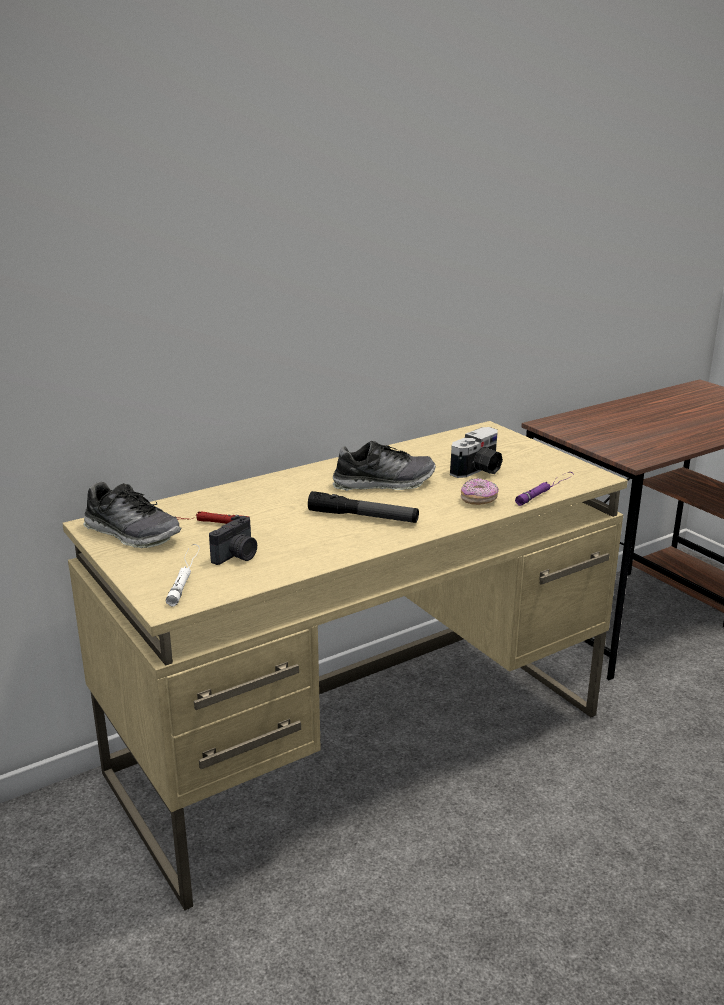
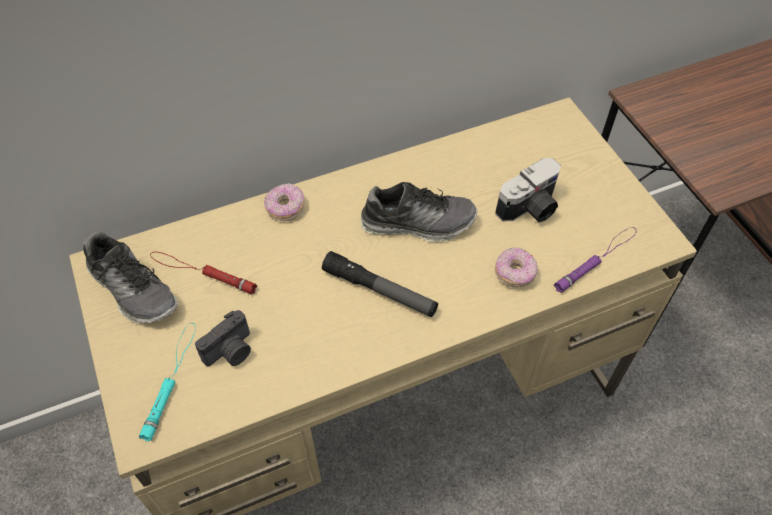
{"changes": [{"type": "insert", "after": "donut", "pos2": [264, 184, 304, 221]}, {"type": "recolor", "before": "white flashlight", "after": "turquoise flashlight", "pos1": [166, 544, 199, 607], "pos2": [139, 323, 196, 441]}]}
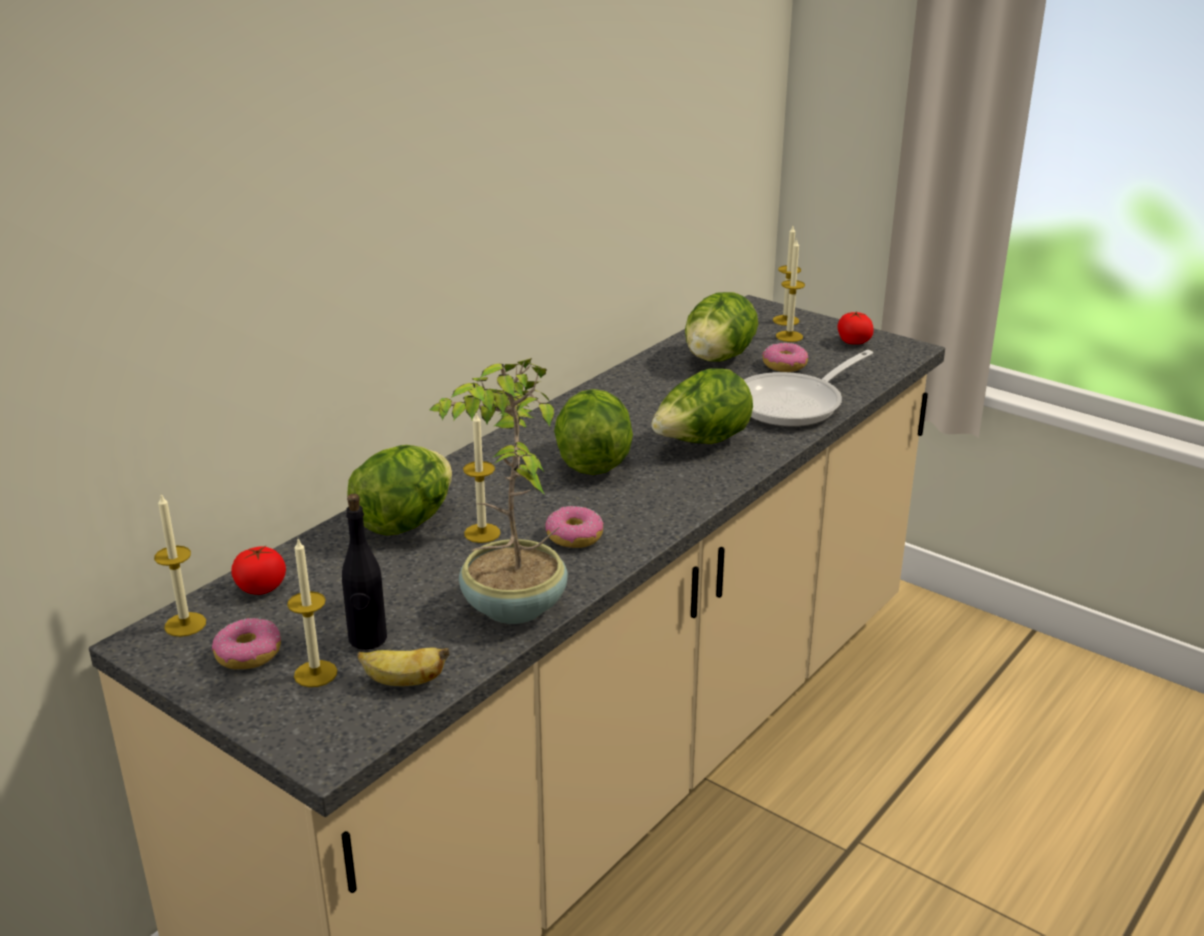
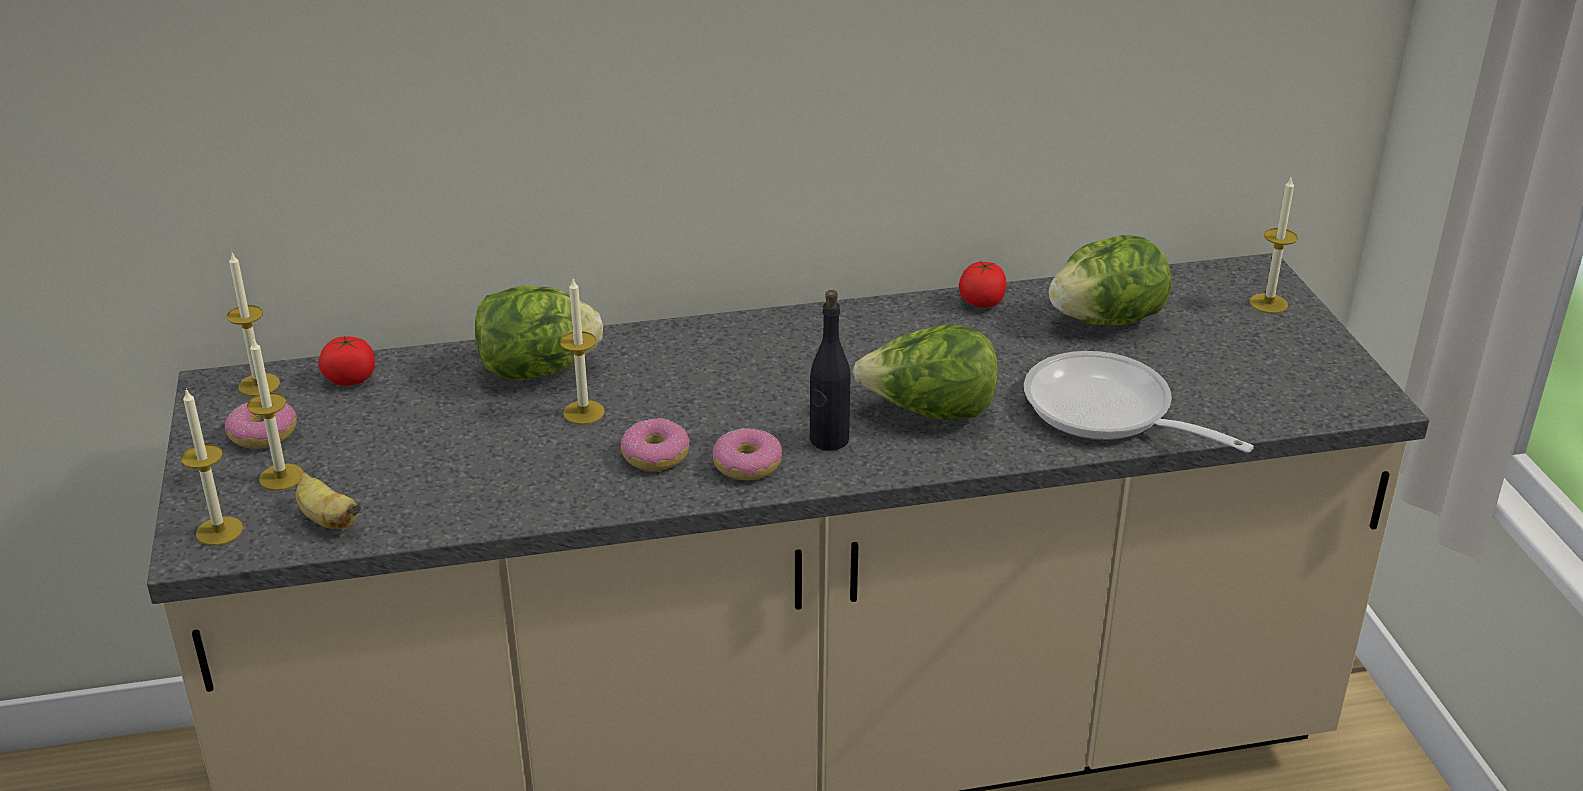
{"changes": [{"type": "delete", "before": "potted plant", "pos1": [429, 358, 568, 624]}, {"type": "delete", "before": "lettuce", "pos1": [554, 389, 633, 475]}, {"type": "move", "before": "black bottle", "pos1": [342, 494, 387, 650], "pos2": [810, 290, 851, 451]}, {"type": "move", "before": "donut", "pos1": [762, 343, 808, 372], "pos2": [712, 428, 782, 480]}, {"type": "move", "before": "candle", "pos1": [776, 239, 805, 342], "pos2": [181, 388, 243, 545]}, {"type": "move", "before": "tomato", "pos1": [838, 311, 874, 344], "pos2": [959, 260, 1007, 308]}, {"type": "rotate", "before": "frying pan", "pos1": [744, 350, 873, 427], "pos2": [1024, 351, 1254, 453], "turn": 45}]}
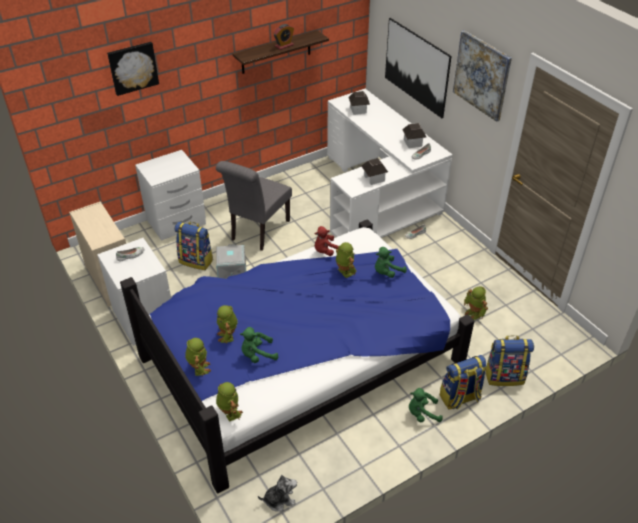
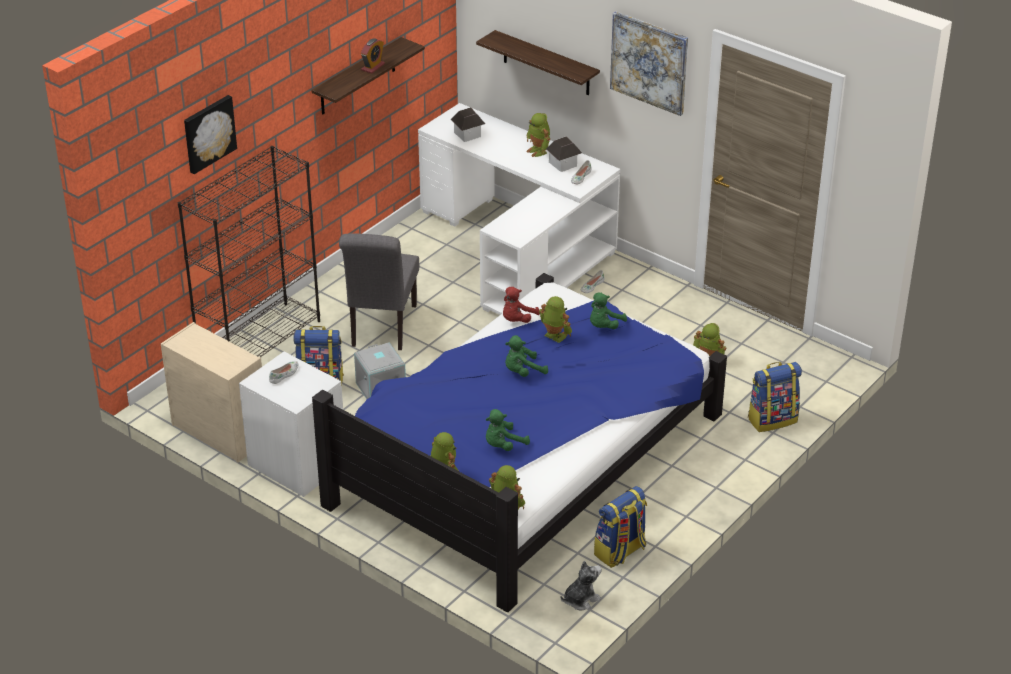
{"changes": [{"type": "delete", "before": "toy house", "pos1": [361, 158, 388, 185]}, {"type": "move", "before": "toy robot", "pos1": [217, 305, 238, 344], "pos2": [526, 113, 550, 157]}, {"type": "move", "before": "green plush toy", "pos1": [409, 388, 443, 422], "pos2": [505, 335, 548, 377]}, {"type": "move", "before": "backpack", "pos1": [440, 355, 487, 409], "pos2": [594, 486, 647, 568]}, {"type": "replace", "before": "white nightstand", "after": "black bookcase", "pos1": [135, 150, 206, 241], "pos2": [178, 146, 320, 357]}, {"type": "replace", "before": "picture", "after": "shelf", "pos1": [385, 18, 452, 118], "pos2": [476, 30, 600, 95]}]}
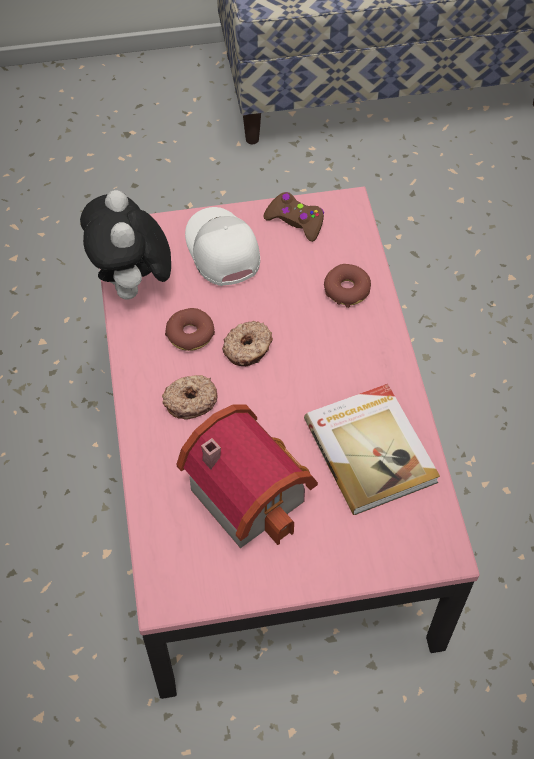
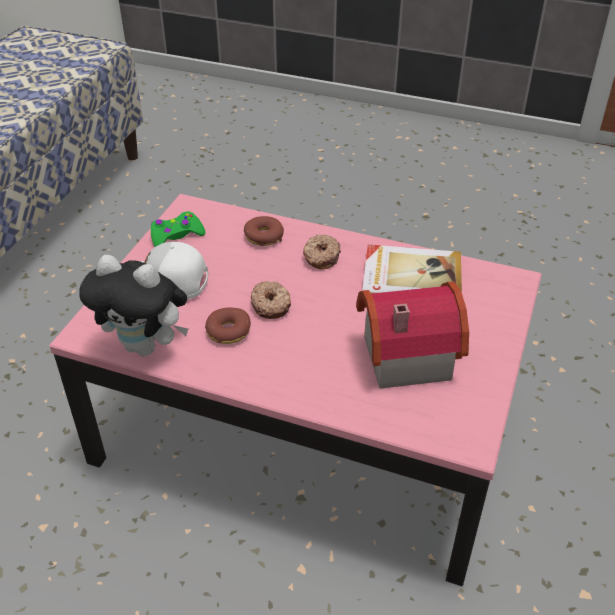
{"changes": [{"type": "move", "before": "donut", "pos1": [162, 375, 217, 420], "pos2": [303, 235, 341, 269]}, {"type": "recolor", "before": "brown game controller", "after": "green game controller", "pos1": [263, 192, 324, 242], "pos2": [151, 211, 205, 247]}]}
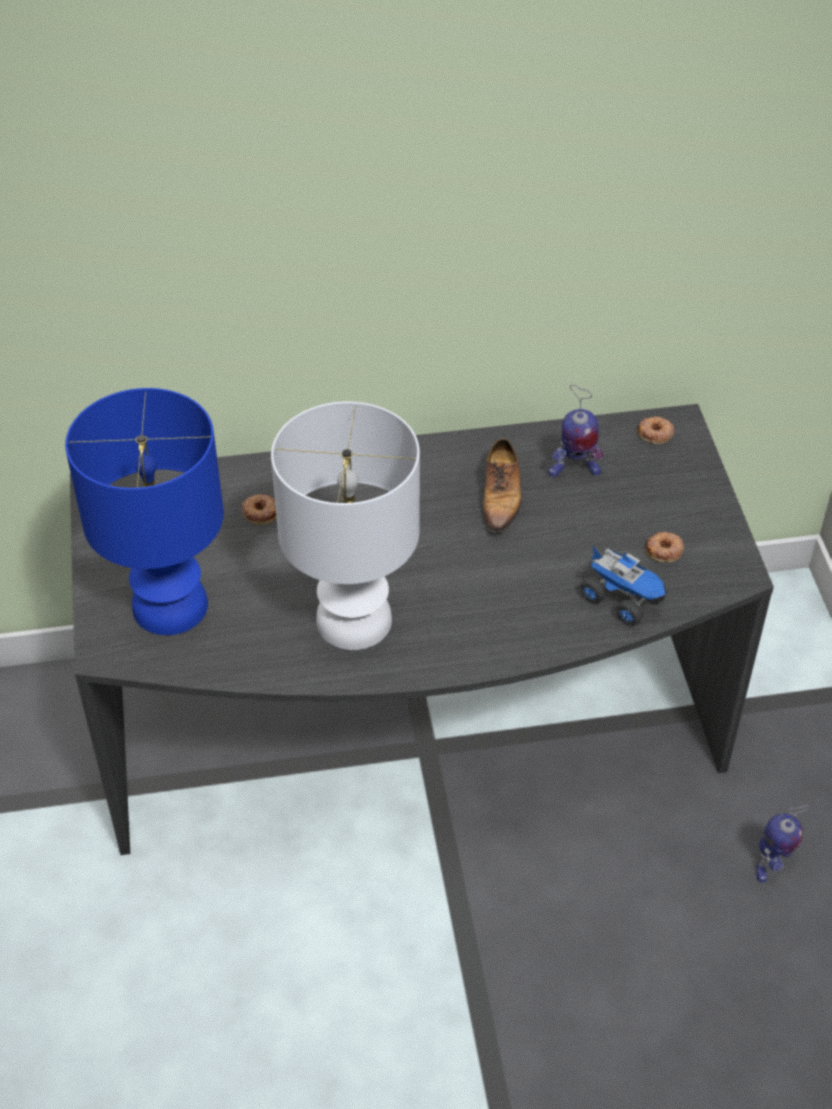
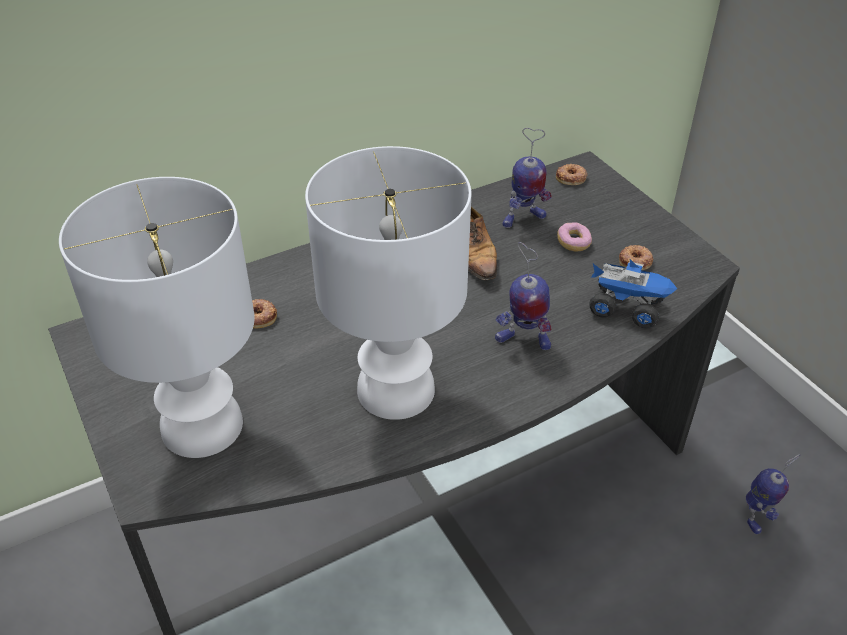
{"changes": [{"type": "insert", "after": "toy robot", "pos2": [495, 242, 551, 350]}, {"type": "insert", "after": "donut", "pos2": [557, 222, 592, 252]}, {"type": "recolor", "before": "blue table lamp", "after": "white table lamp", "pos1": [65, 388, 224, 635], "pos2": [59, 177, 255, 458]}]}
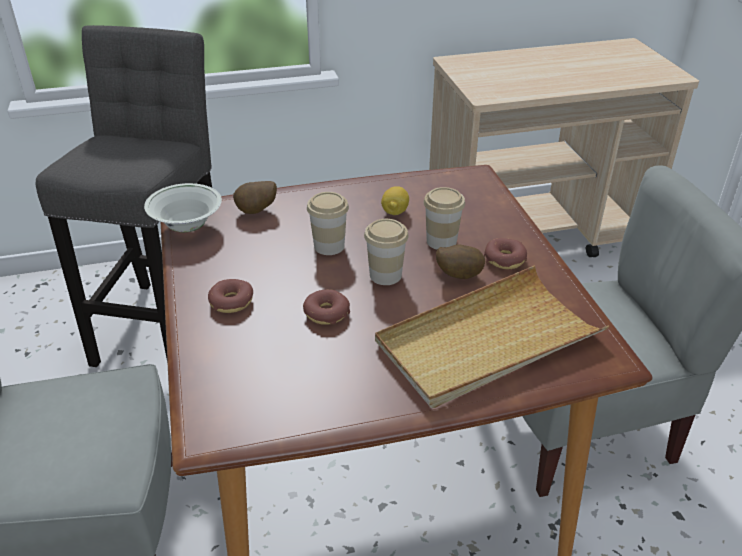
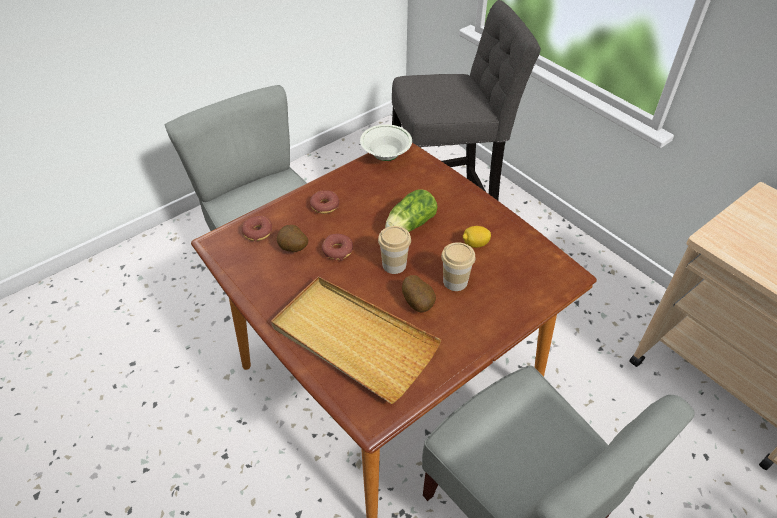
{"changes": [{"type": "move", "before": "potato", "pos1": [233, 181, 277, 214], "pos2": [277, 225, 308, 252]}, {"type": "move", "before": "donut", "pos1": [484, 238, 527, 269], "pos2": [242, 216, 272, 241]}, {"type": "replace", "before": "cup", "after": "lettuce", "pos1": [307, 192, 349, 255], "pos2": [385, 190, 438, 232]}]}
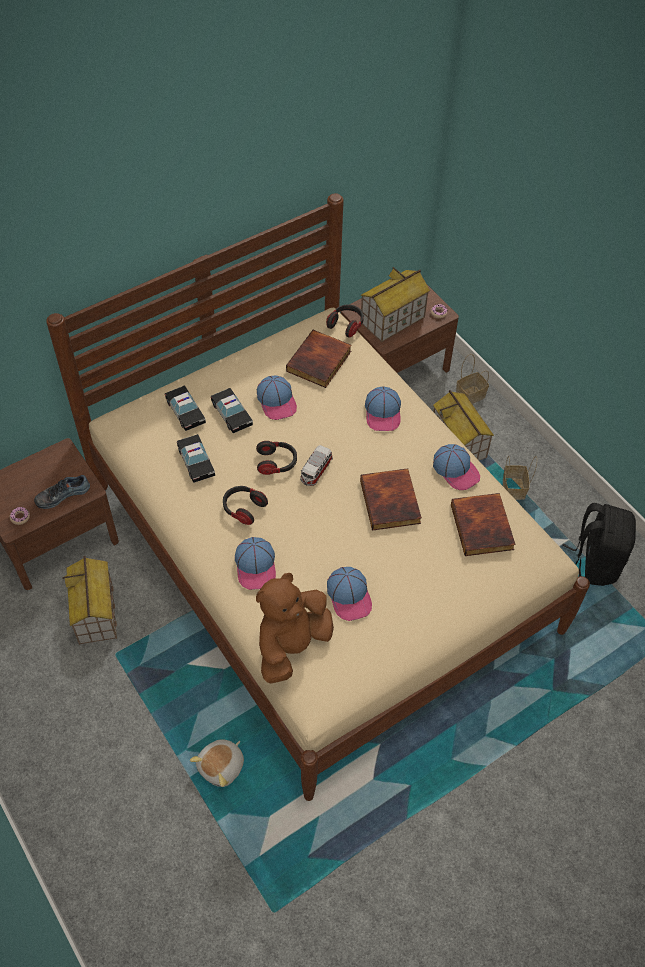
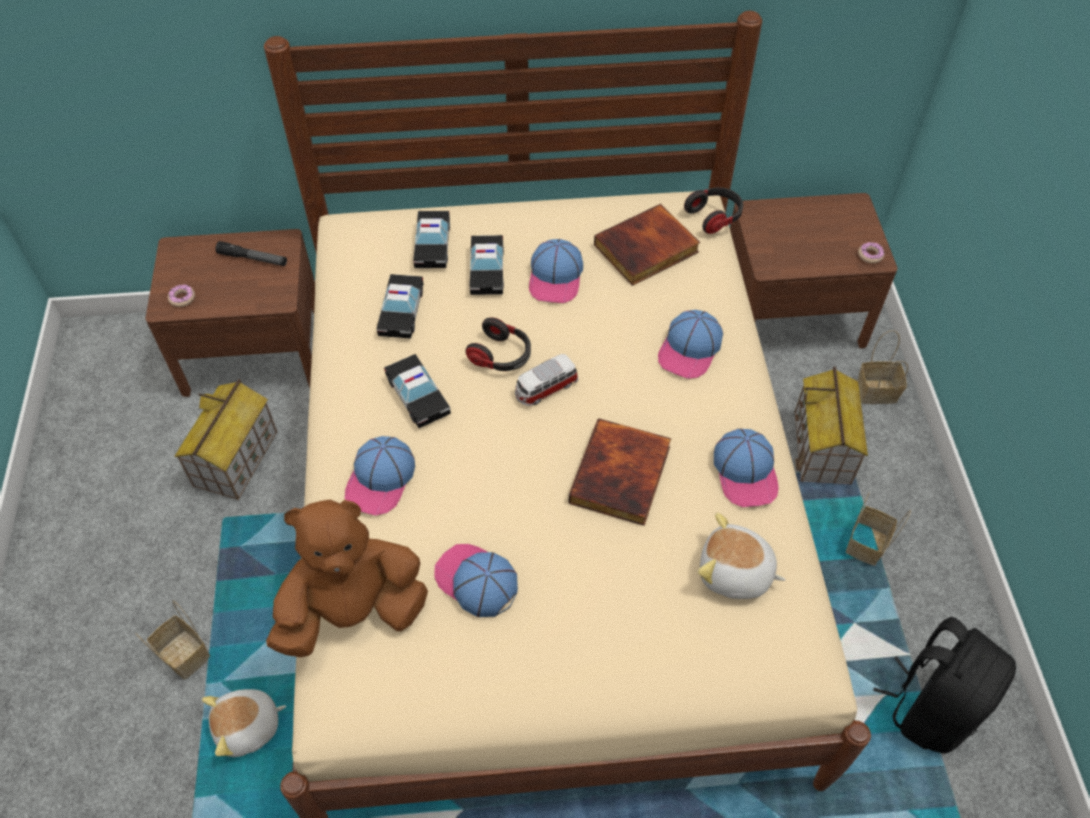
{"changes": [{"type": "delete", "before": "shoe", "pos1": [34, 475, 90, 509]}, {"type": "delete", "before": "toy house", "pos1": [360, 267, 430, 342]}, {"type": "insert", "after": "basket", "pos2": [135, 601, 210, 680]}, {"type": "insert", "after": "flashlight", "pos2": [215, 241, 287, 266]}, {"type": "replace", "before": "headphones", "after": "toy car", "pos1": [223, 486, 268, 525], "pos2": [384, 354, 451, 428]}, {"type": "replace", "before": "book", "after": "plush toy", "pos1": [451, 493, 516, 556], "pos2": [698, 513, 786, 599]}, {"type": "rotate", "before": "cap", "pos1": [327, 567, 372, 621], "pos2": [434, 544, 518, 617], "turn": 120}]}
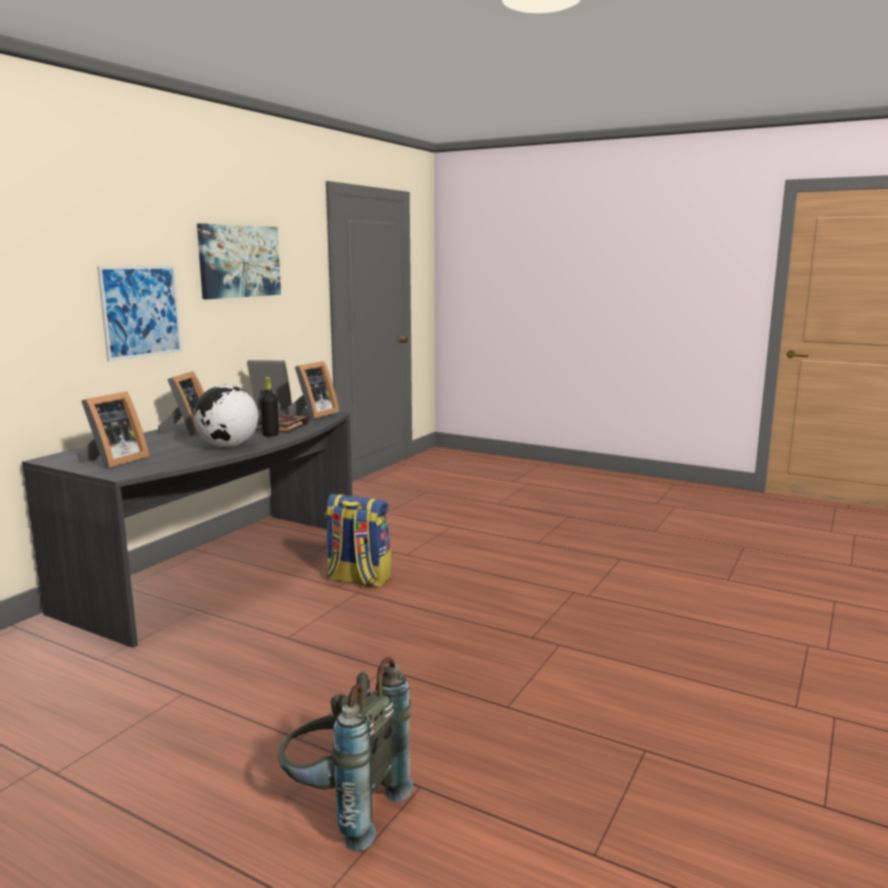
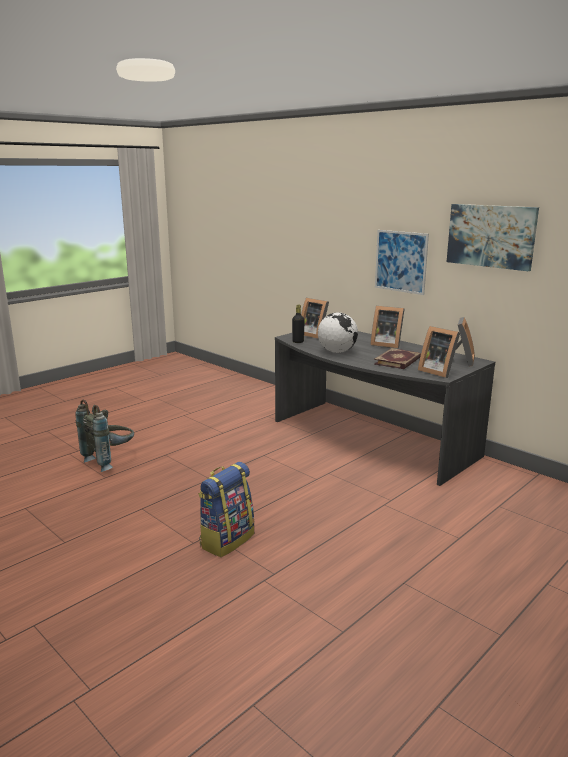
{"changes": [{"type": "move", "before": "black bottle", "pos1": [260, 377, 279, 437], "pos2": [292, 305, 305, 343]}, {"type": "move", "before": "backpack", "pos1": [325, 494, 391, 588], "pos2": [198, 462, 254, 557]}]}
